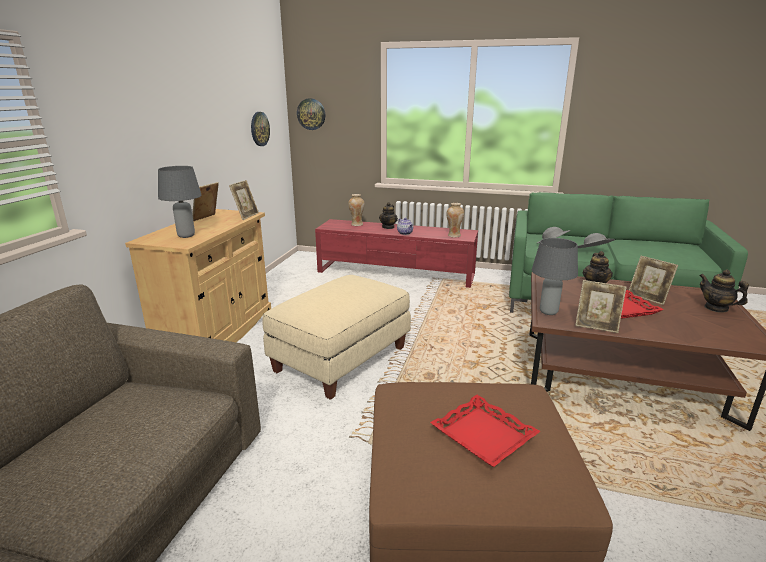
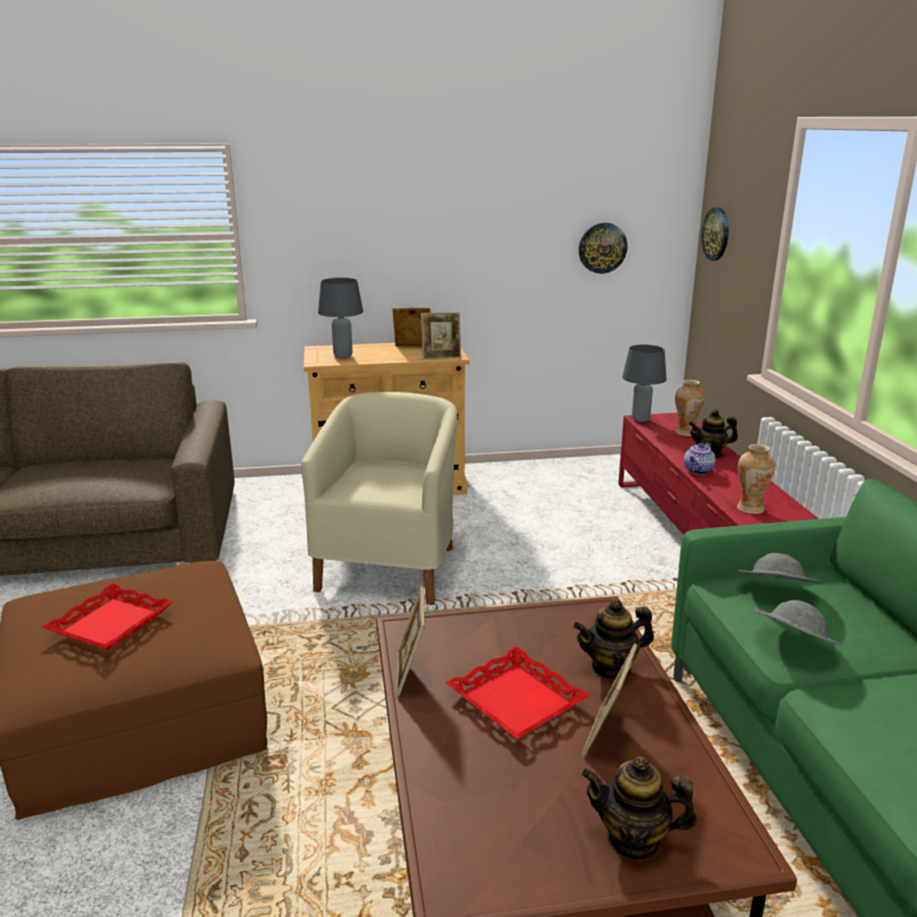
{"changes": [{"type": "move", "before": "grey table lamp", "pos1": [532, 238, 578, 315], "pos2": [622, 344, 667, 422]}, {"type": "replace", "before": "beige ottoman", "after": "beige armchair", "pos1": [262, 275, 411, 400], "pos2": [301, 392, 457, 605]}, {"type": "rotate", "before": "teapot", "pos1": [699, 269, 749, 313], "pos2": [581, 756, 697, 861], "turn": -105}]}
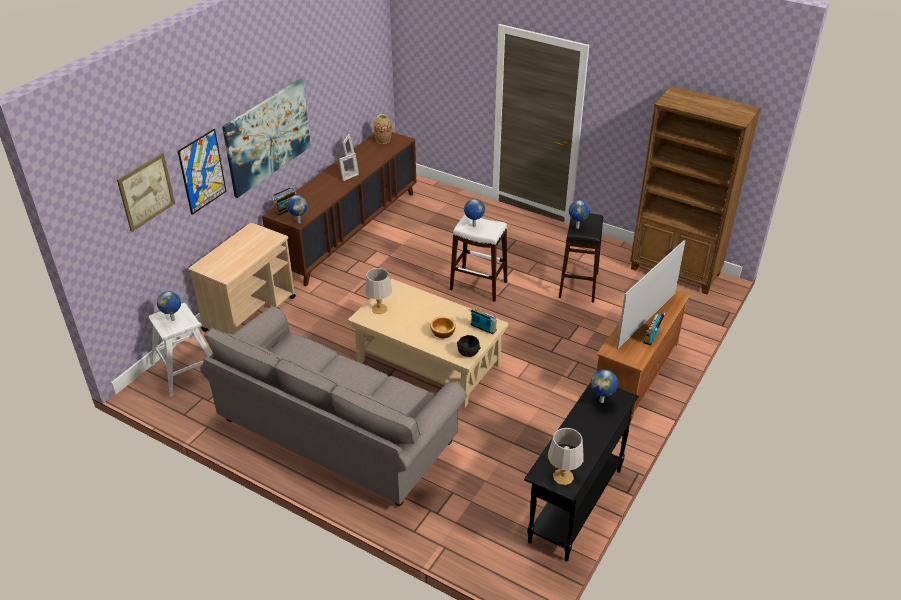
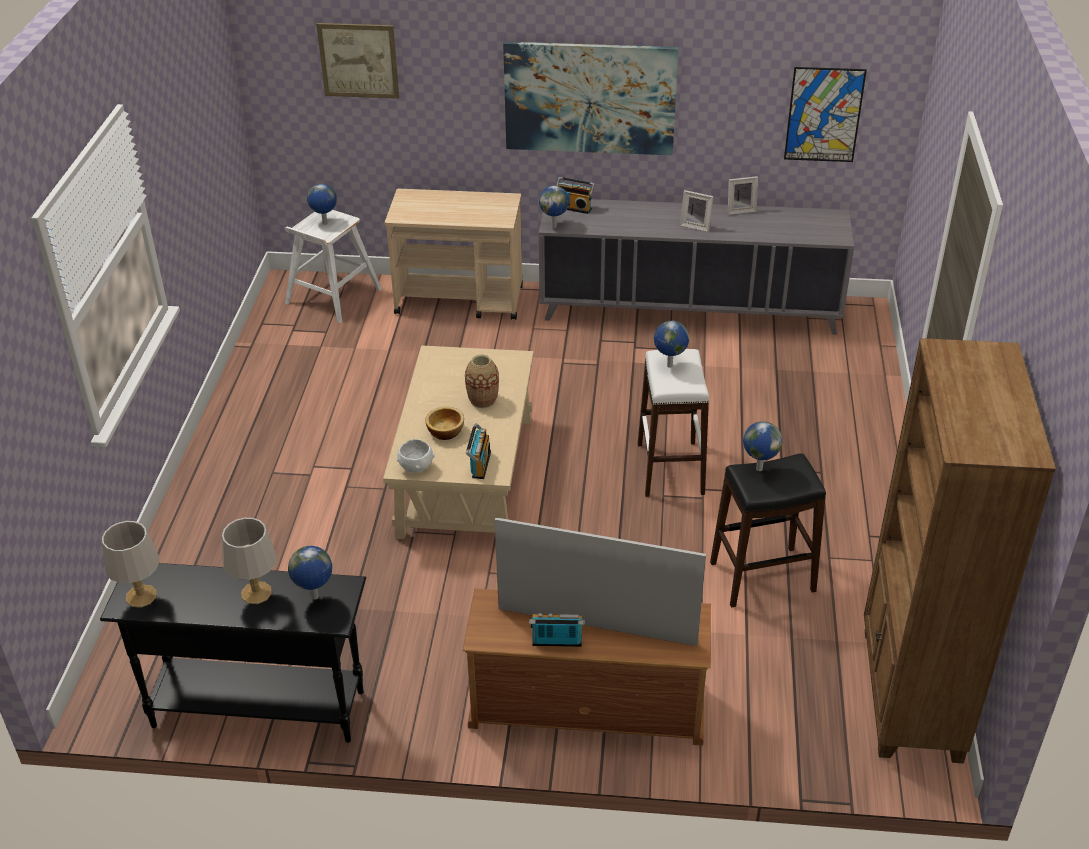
{"changes": [{"type": "delete", "before": "grey sofa", "pos1": [200, 306, 467, 506]}, {"type": "move", "before": "picture", "pos1": [178, 129, 226, 215], "pos2": [784, 67, 867, 162]}, {"type": "move", "before": "grey table lamp", "pos1": [365, 268, 392, 314], "pos2": [222, 518, 277, 604]}, {"type": "move", "before": "vase", "pos1": [374, 114, 392, 144], "pos2": [465, 354, 499, 408]}, {"type": "recolor", "before": "brown cabinet", "after": "grey cabinet", "pos1": [262, 132, 416, 286], "pos2": [539, 199, 854, 335]}, {"type": "recolor", "before": "black bowl", "after": "white bowl", "pos1": [457, 335, 481, 357], "pos2": [397, 439, 435, 473]}]}
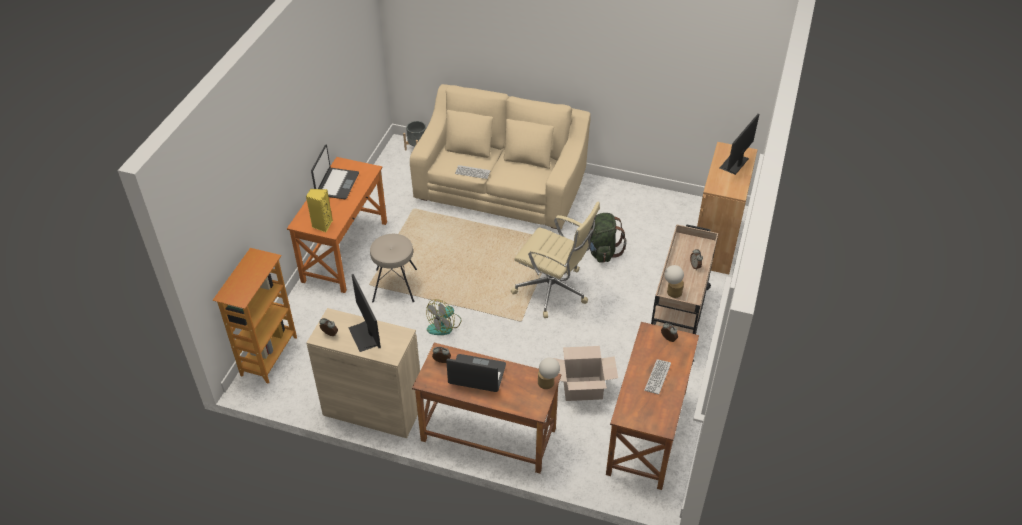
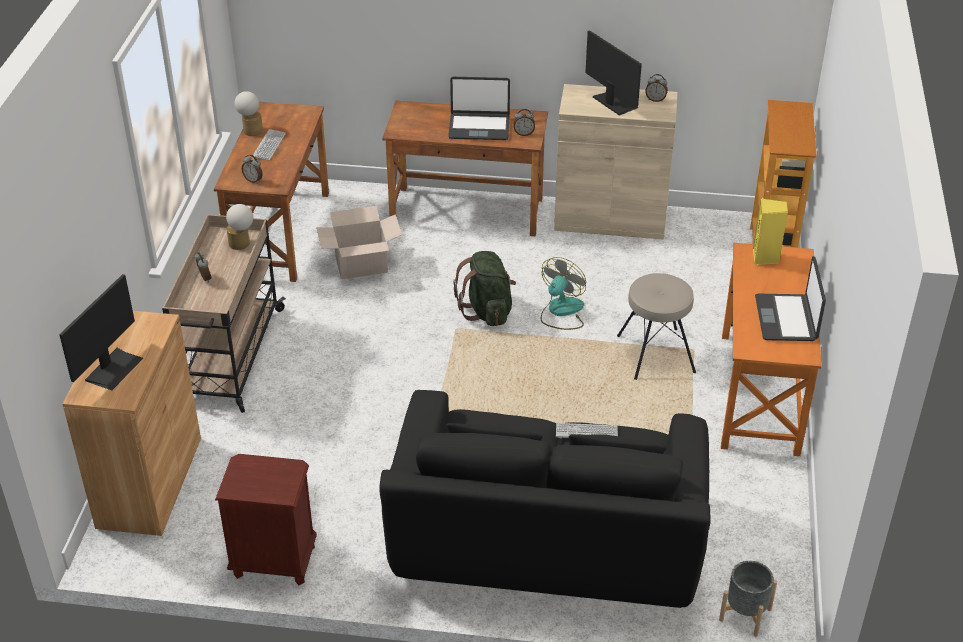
{"changes": [{"type": "delete", "before": "beige office chair", "pos1": [511, 202, 600, 318]}, {"type": "insert", "after": "brown nightstand", "pos2": [215, 454, 317, 585]}, {"type": "move", "before": "table lamp", "pos1": [538, 358, 560, 389], "pos2": [235, 91, 263, 136]}, {"type": "move", "before": "green backpack", "pos1": [590, 213, 626, 263], "pos2": [453, 251, 516, 326]}, {"type": "recolor", "before": "beige sofa", "after": "black sofa", "pos1": [410, 84, 591, 229], "pos2": [379, 390, 710, 608]}]}
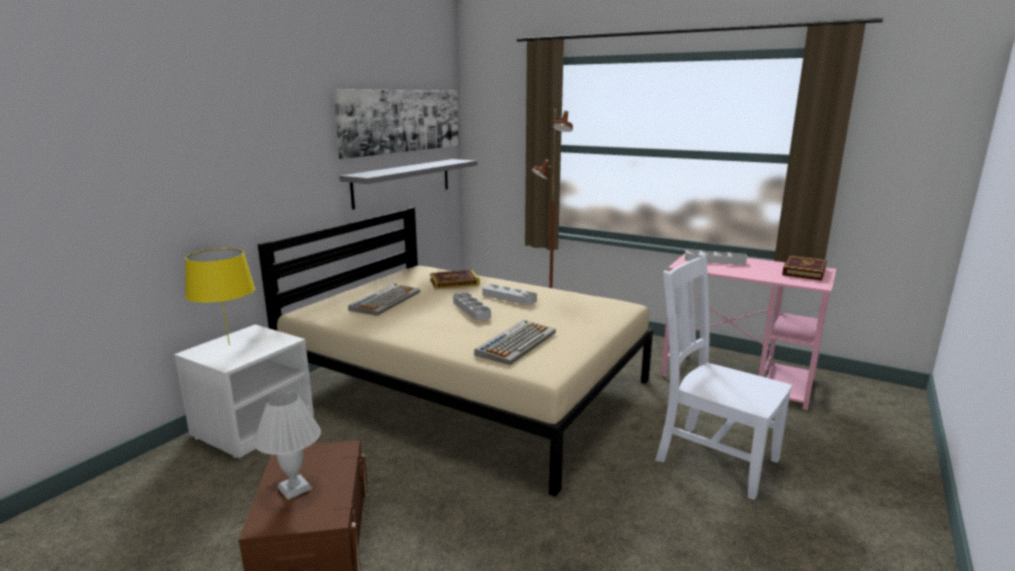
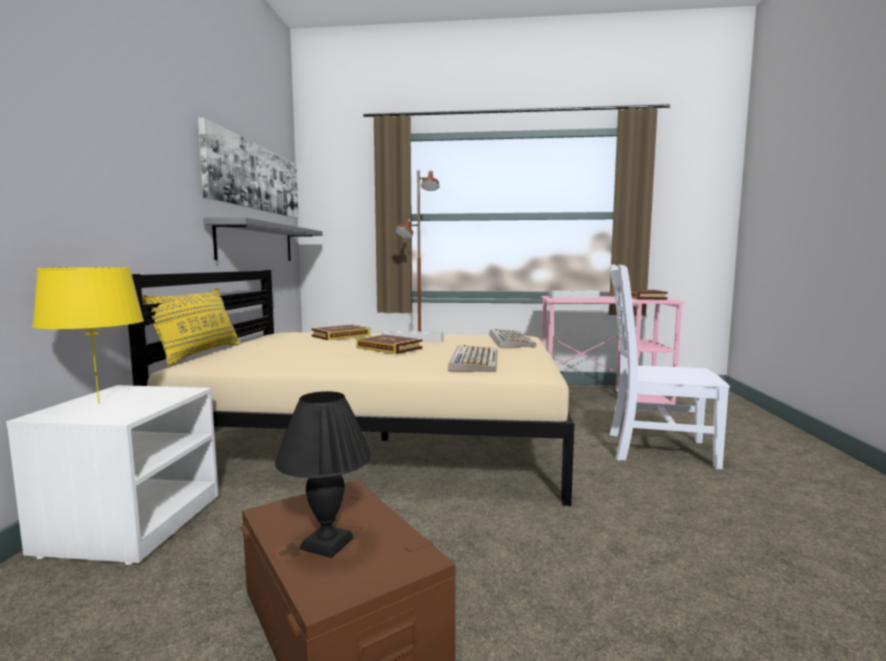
{"changes": [{"type": "insert", "after": "yellow pillow", "pos2": [142, 288, 241, 367]}, {"type": "move", "before": "keyboard", "pos1": [348, 283, 420, 316], "pos2": [490, 329, 536, 347]}, {"type": "replace", "before": "grey tray", "after": "book", "pos1": [453, 293, 491, 321], "pos2": [356, 335, 422, 354]}, {"type": "recolor", "before": "white table lamp", "after": "black table lamp", "pos1": [254, 392, 321, 500], "pos2": [275, 391, 372, 558]}]}
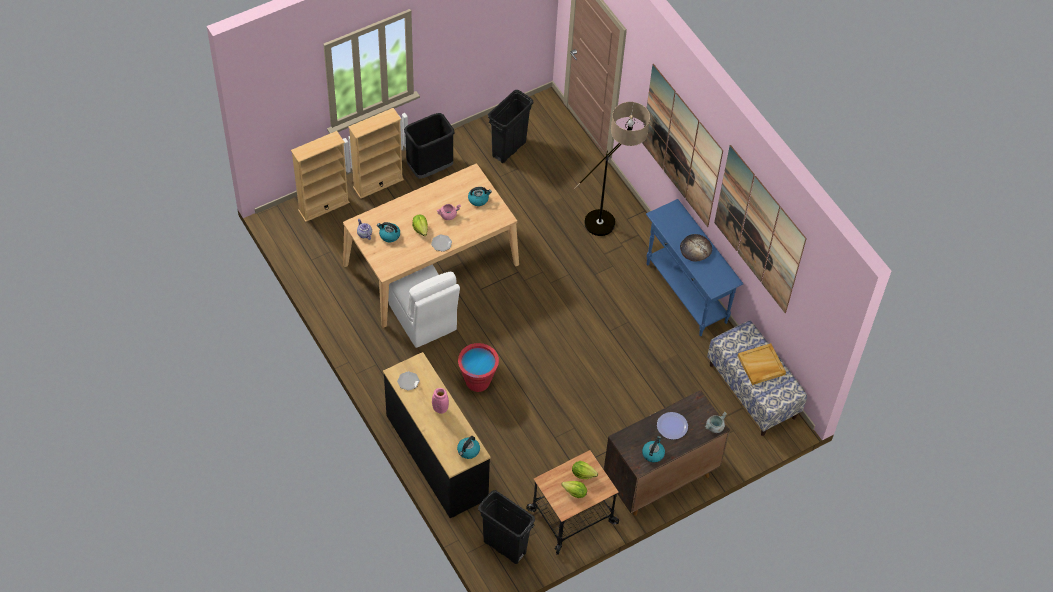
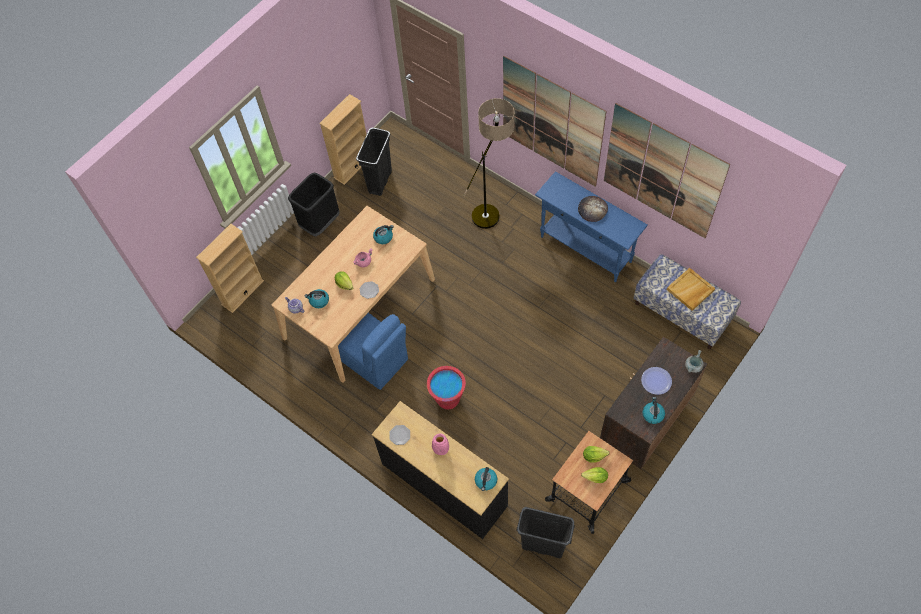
{"changes": [{"type": "move", "before": "beige bookcase", "pos1": [348, 108, 404, 199], "pos2": [319, 94, 367, 185]}, {"type": "recolor", "before": "white chair", "after": "blue chair", "pos1": [388, 264, 460, 348], "pos2": [338, 313, 408, 390]}]}
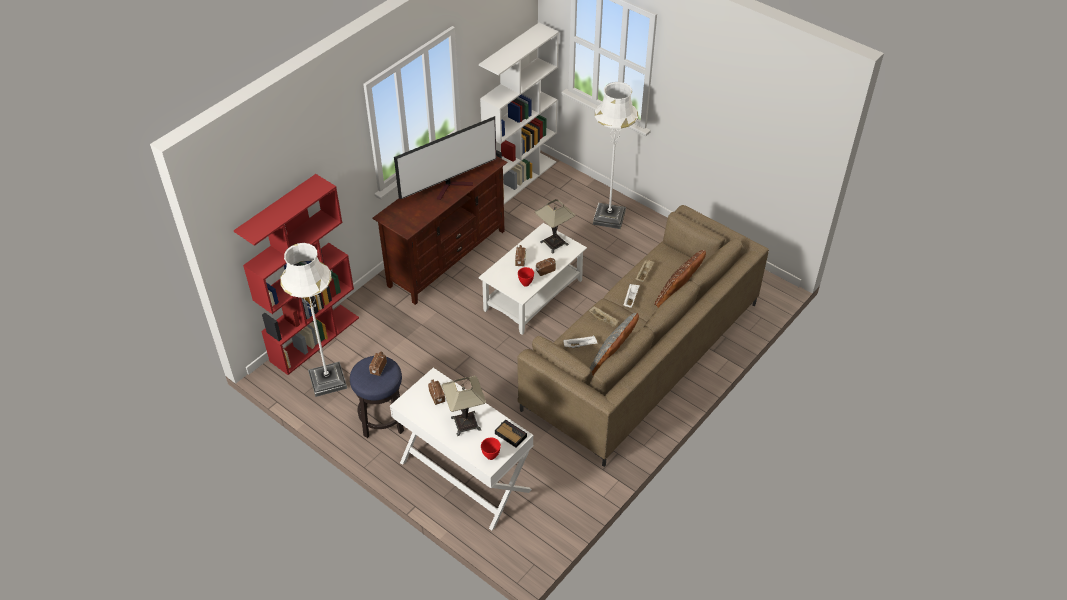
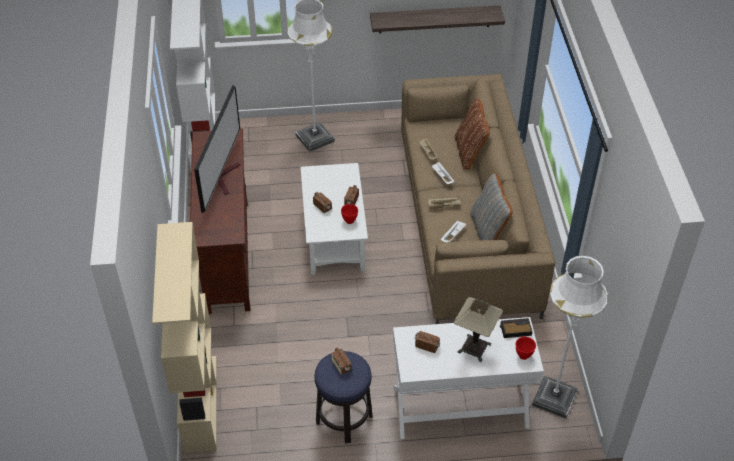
{"changes": [{"type": "delete", "before": "table lamp", "pos1": [535, 199, 575, 253]}, {"type": "insert", "after": "shelf", "pos2": [370, 5, 505, 33]}, {"type": "move", "before": "white floor lamp", "pos1": [280, 243, 347, 397], "pos2": [532, 255, 608, 419]}, {"type": "recolor", "before": "red bookcase", "after": "beige bookcase", "pos1": [234, 174, 359, 375], "pos2": [152, 222, 216, 453]}]}
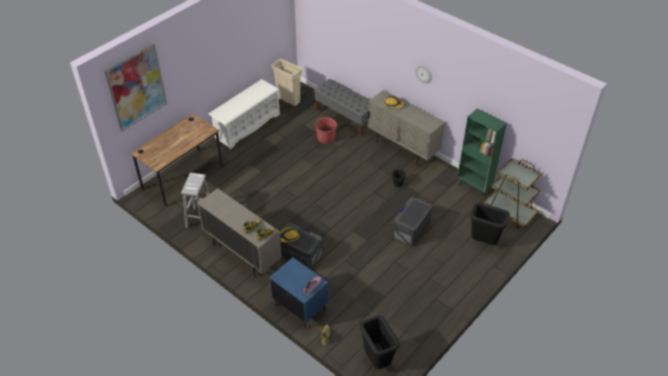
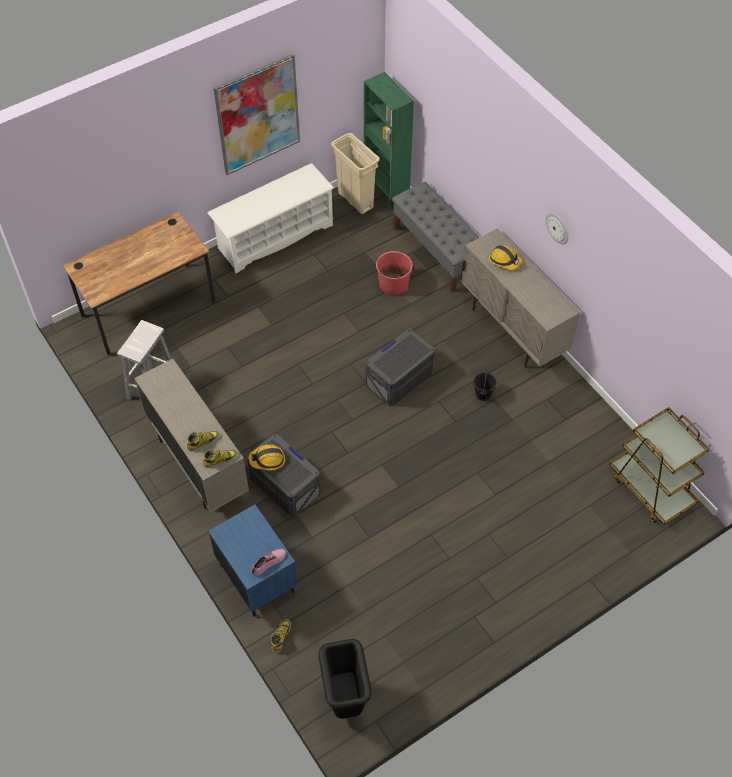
{"changes": [{"type": "delete", "before": "black trash can", "pos1": [470, 203, 510, 245]}, {"type": "move", "before": "picture", "pos1": [104, 43, 167, 131], "pos2": [214, 54, 300, 175]}, {"type": "move", "before": "grey storage box", "pos1": [392, 197, 432, 247], "pos2": [366, 329, 435, 406]}, {"type": "move", "before": "green bookcase", "pos1": [457, 109, 507, 198], "pos2": [364, 72, 414, 207]}]}
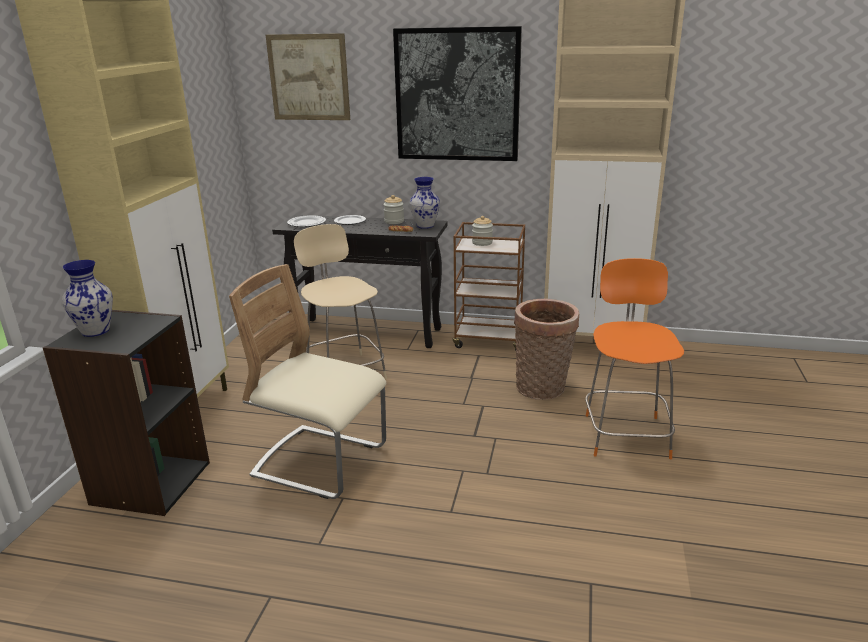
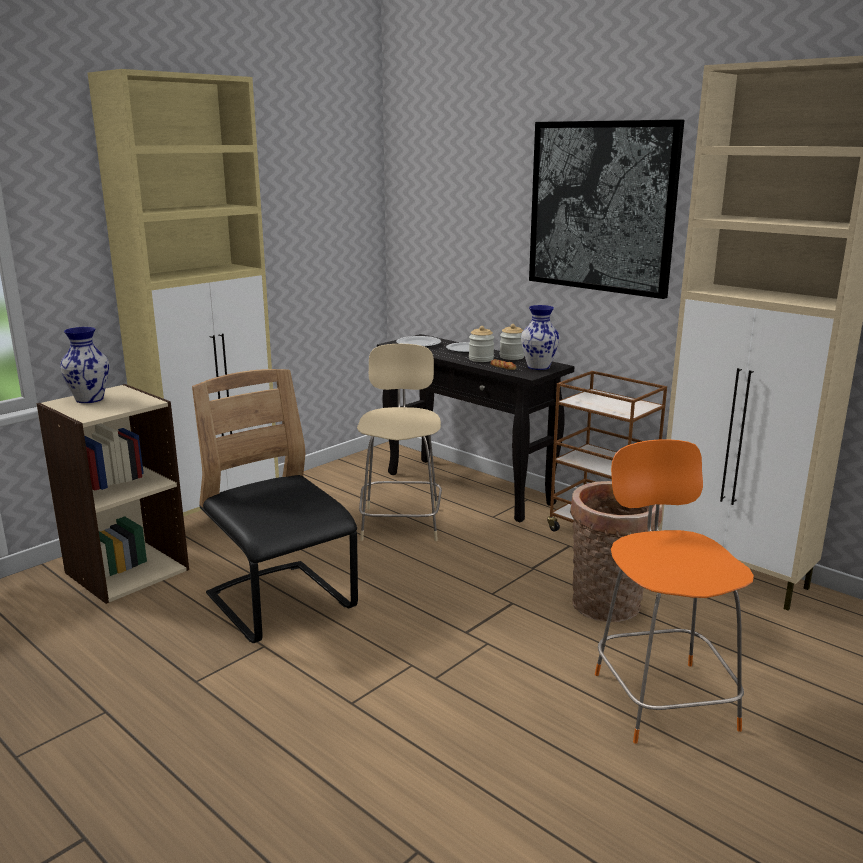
{"changes": [{"type": "delete", "before": "picture", "pos1": [266, 33, 350, 120]}, {"type": "move", "before": "jar", "pos1": [472, 216, 493, 246], "pos2": [469, 326, 494, 362]}, {"type": "recolor", "before": "black bookcase", "after": "beige bookcase", "pos1": [43, 310, 210, 516], "pos2": [36, 384, 189, 604]}, {"type": "recolor", "before": "beige chair", "after": "black chair", "pos1": [229, 264, 386, 499], "pos2": [192, 369, 358, 643]}, {"type": "rotate", "before": "orange chair", "pos1": [585, 258, 684, 459], "pos2": [595, 439, 754, 744], "turn": -45}]}
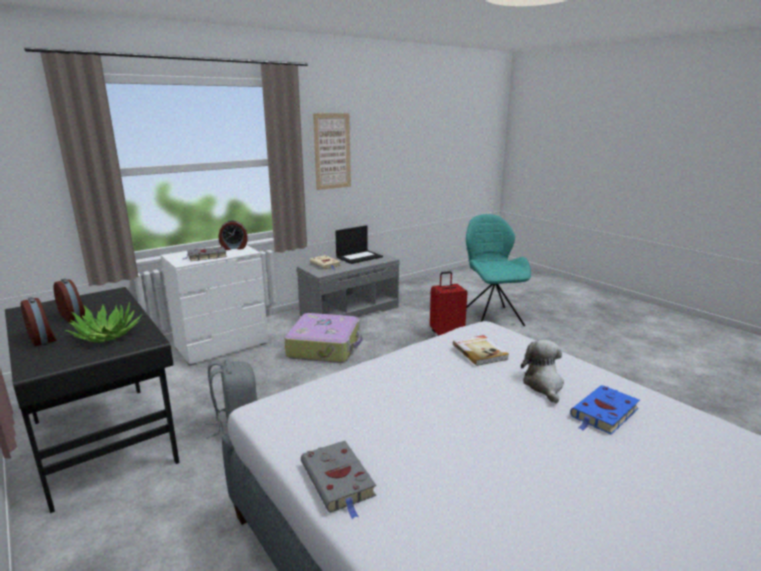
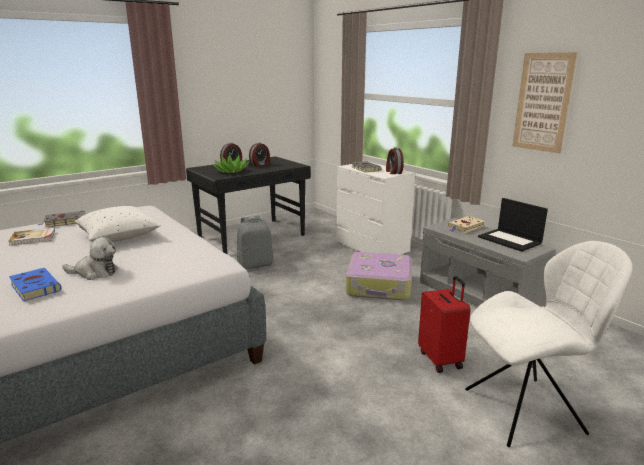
{"changes": [{"type": "insert", "after": "white pillow", "pos2": [74, 206, 161, 242]}, {"type": "move", "before": "book", "pos1": [453, 335, 509, 366], "pos2": [9, 228, 55, 245]}, {"type": "recolor", "before": "turquoise chair", "after": "white chair", "pos1": [466, 214, 531, 326], "pos2": [465, 241, 632, 447]}]}
